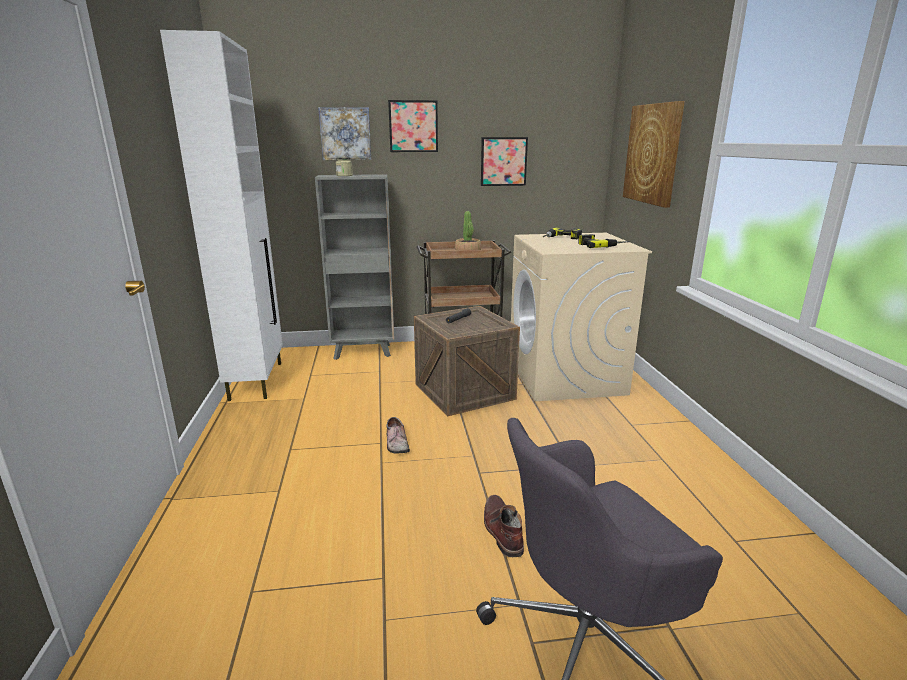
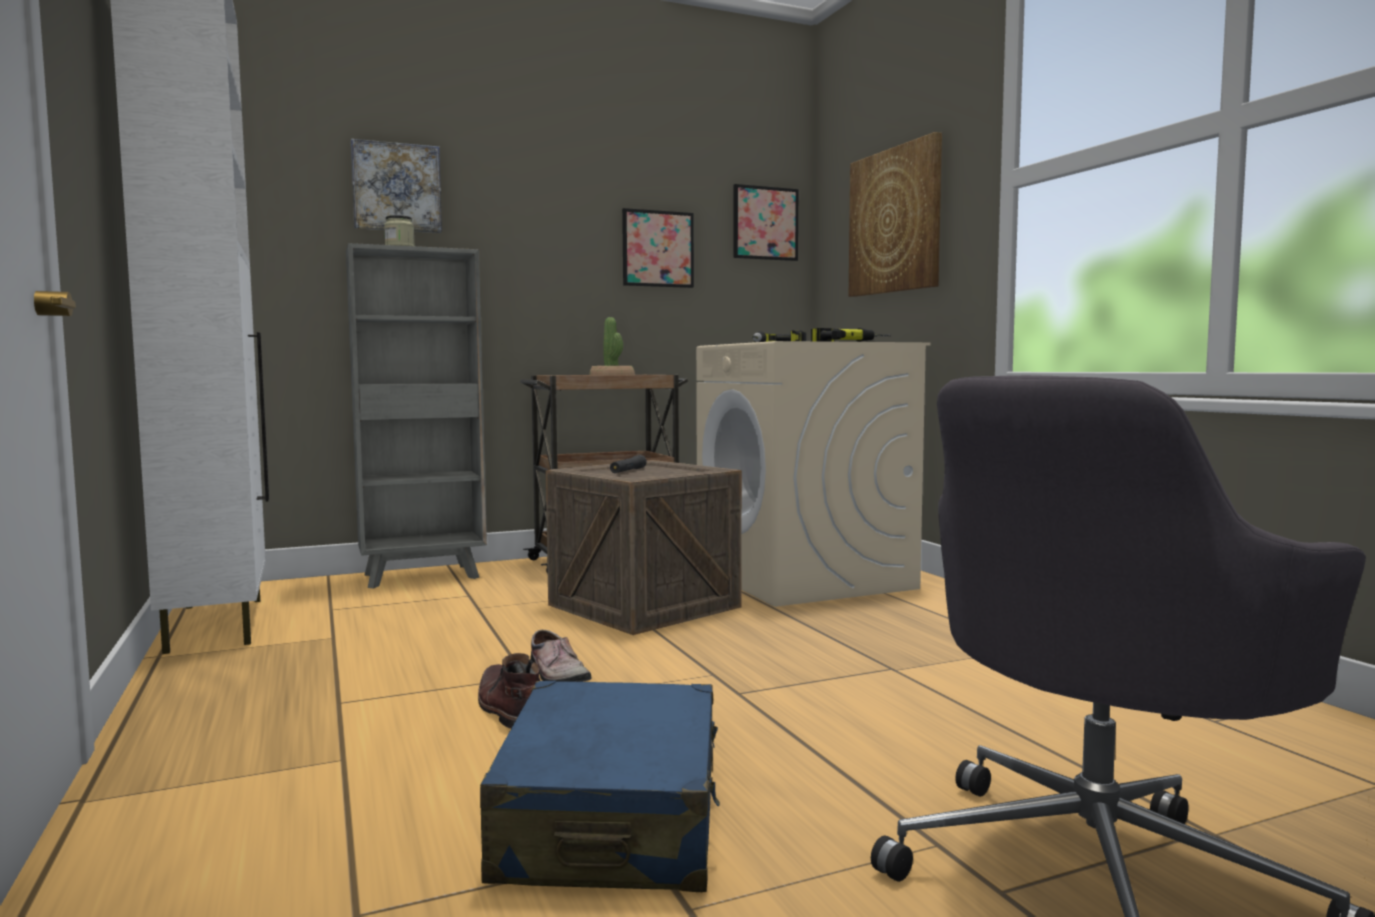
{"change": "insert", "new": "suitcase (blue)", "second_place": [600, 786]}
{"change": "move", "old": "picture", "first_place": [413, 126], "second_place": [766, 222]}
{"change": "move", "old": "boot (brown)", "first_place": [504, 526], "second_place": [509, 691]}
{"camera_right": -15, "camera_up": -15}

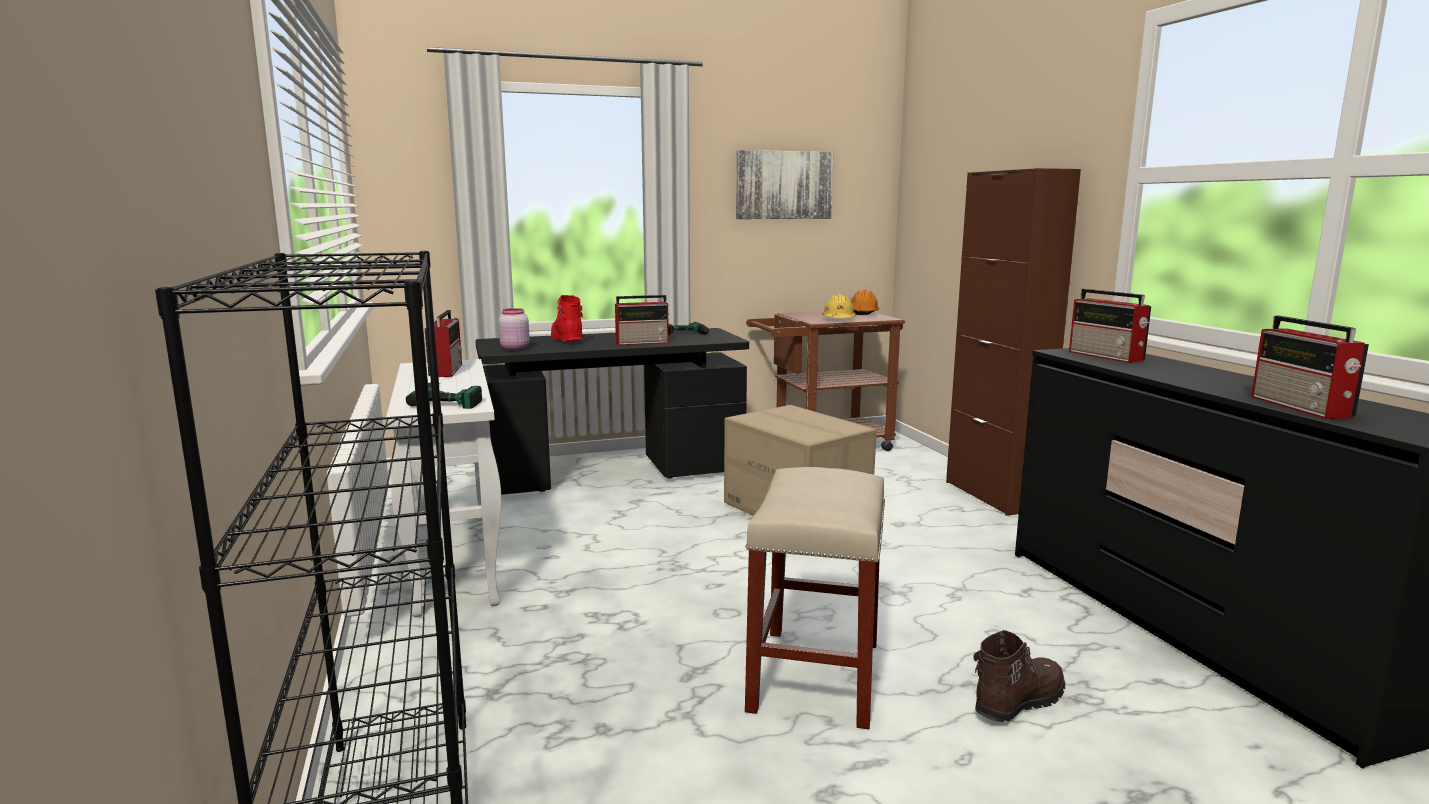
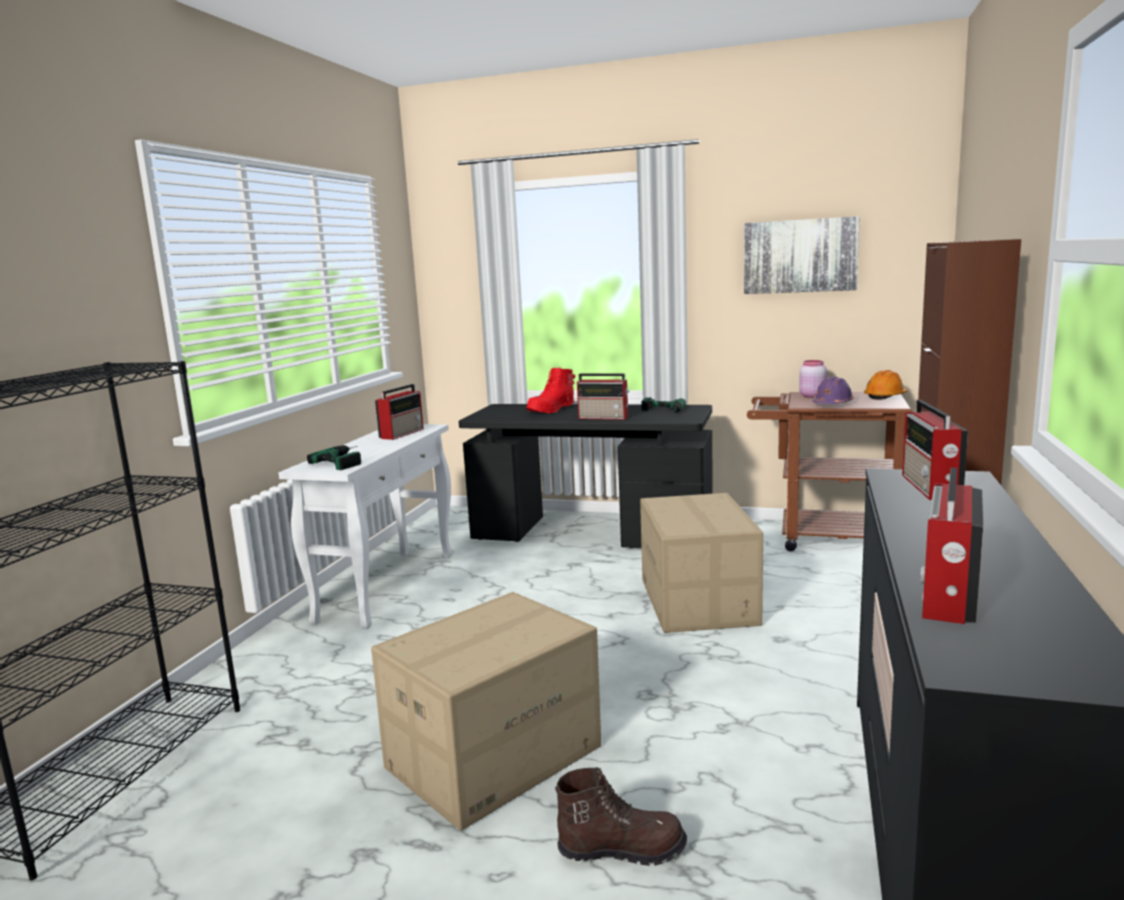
{"change": "move", "old": "jar (pink)", "first_place": [514, 329], "second_place": [813, 379]}
{"change": "replace", "old": "stool (beige)", "new": "cardboard box", "first_place": [815, 598], "second_place": [486, 711]}
{"change": "recolor", "old": "hard hat (yellow)", "new": "hard hat (purple)", "first_place": [839, 306], "second_place": [833, 390]}
{"change": "rotate", "old": "boot (red)", "first_place": [567, 318], "second_place": [550, 390], "degrees": -150}
{"camera_right": 35, "camera_up": 0}

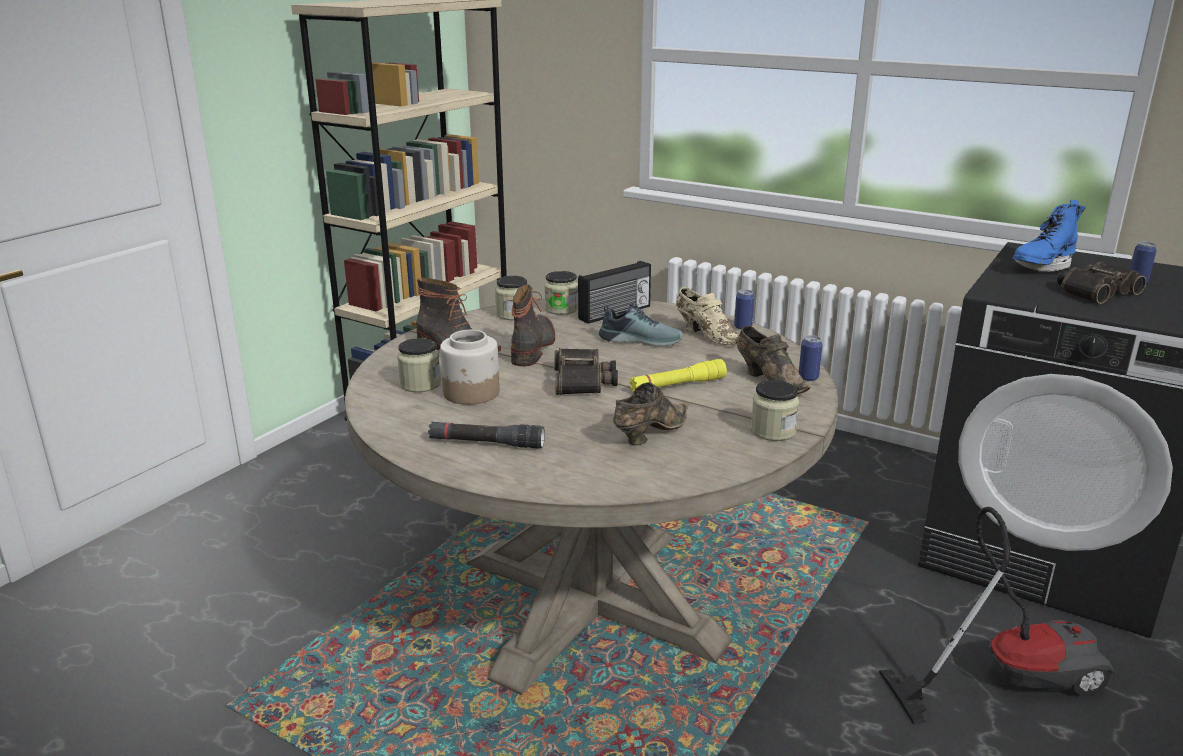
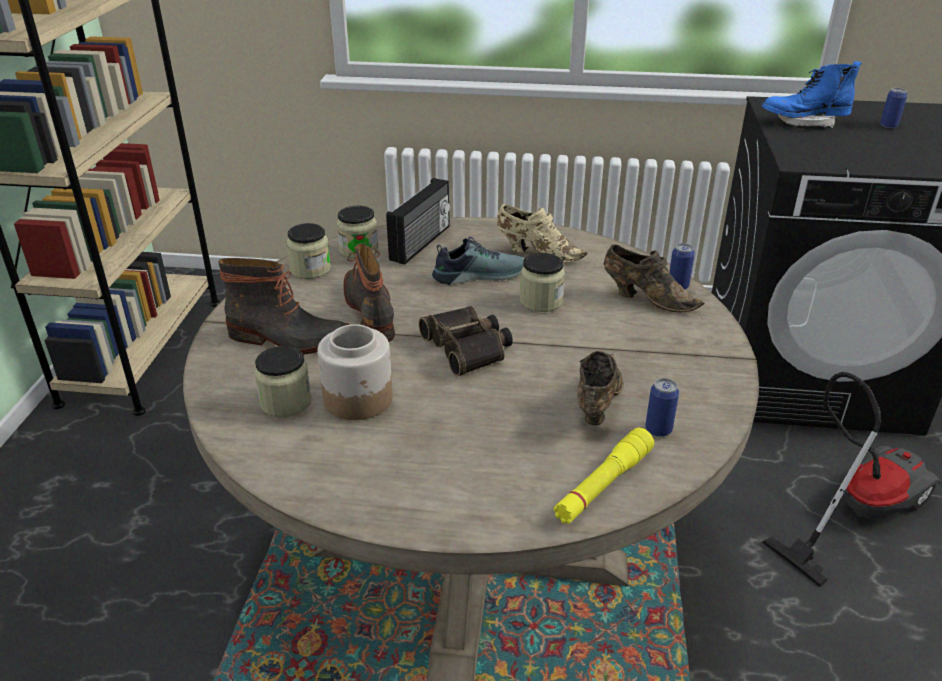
{"change": "delete", "old": "flashlight (black)", "first_place": [486, 435]}
{"change": "delete", "old": "binoculars", "first_place": [1101, 283]}
{"change": "move", "old": "flashlight (yellow)", "first_place": [678, 375], "second_place": [604, 476]}
{"change": "move", "old": "can", "first_place": [744, 309], "second_place": [662, 407]}
{"change": "move", "old": "jar", "first_place": [775, 410], "second_place": [542, 282]}
{"change": "rotate", "old": "boot (blue)", "first_place": [1049, 236], "second_place": [812, 94], "degrees": 60}
{"camera_right": -25, "camera_up": 10}

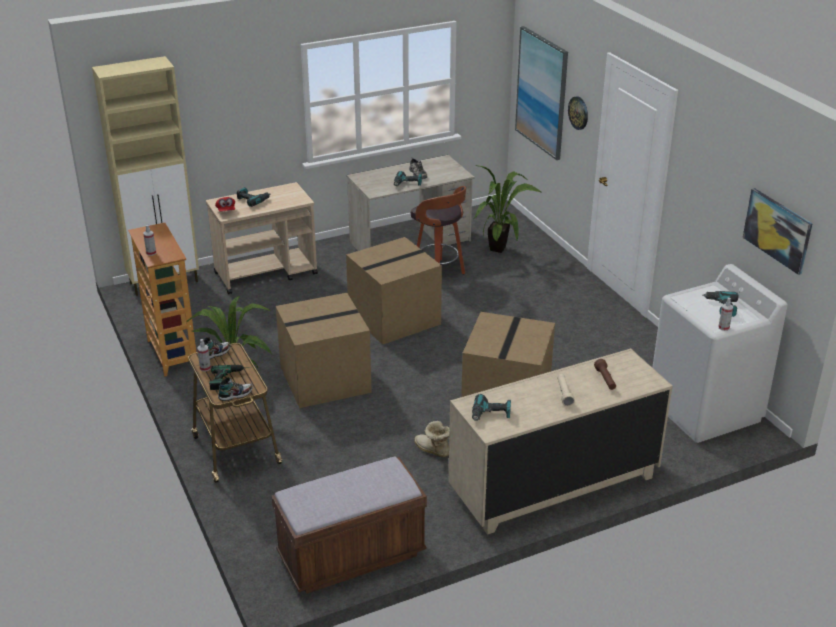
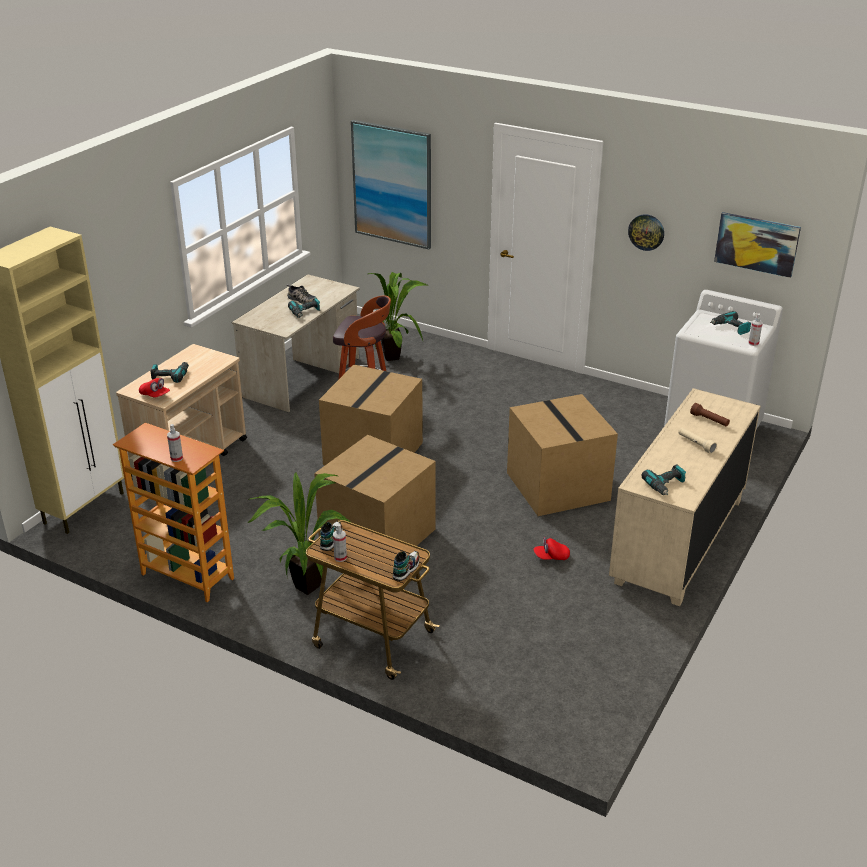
{"change": "delete", "old": "power drill", "first_place": [230, 377]}
{"change": "delete", "old": "bench (brown)", "first_place": [349, 525]}
{"change": "move", "old": "wall clock", "first_place": [578, 113], "second_place": [646, 232]}
{"change": "replace", "old": "boot", "new": "cap (red)", "first_place": [432, 439], "second_place": [552, 548]}
{"camera_right": -35, "camera_up": 0}

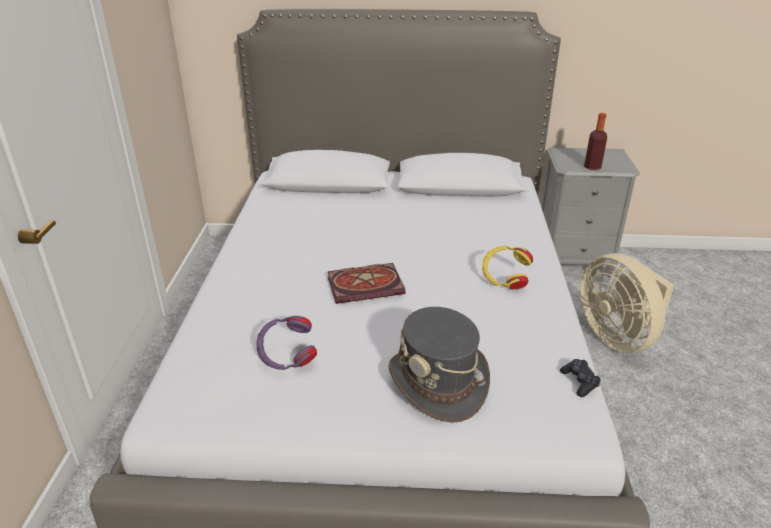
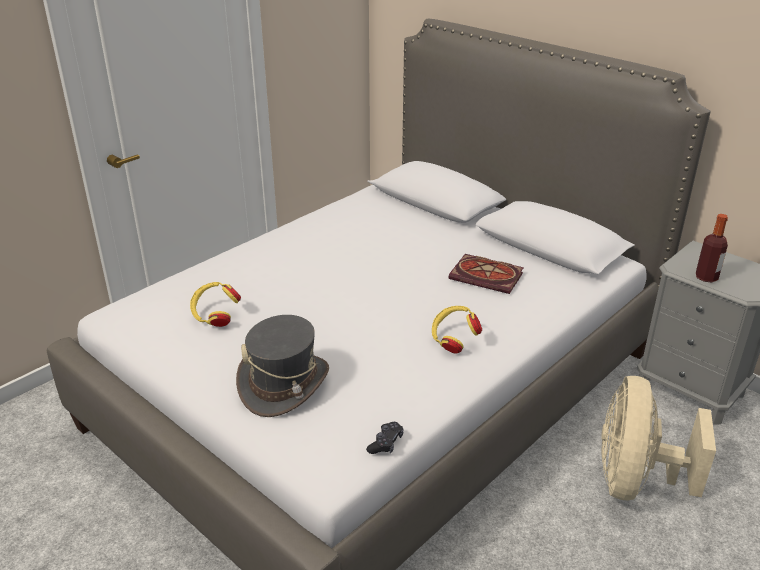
{"change": "move", "old": "book", "first_place": [366, 283], "second_place": [486, 274]}
{"change": "recolor", "old": "headphones (purple)", "new": "headphones (yellow)", "first_place": [286, 343], "second_place": [215, 304]}
{"camera_right": 40, "camera_up": 0}

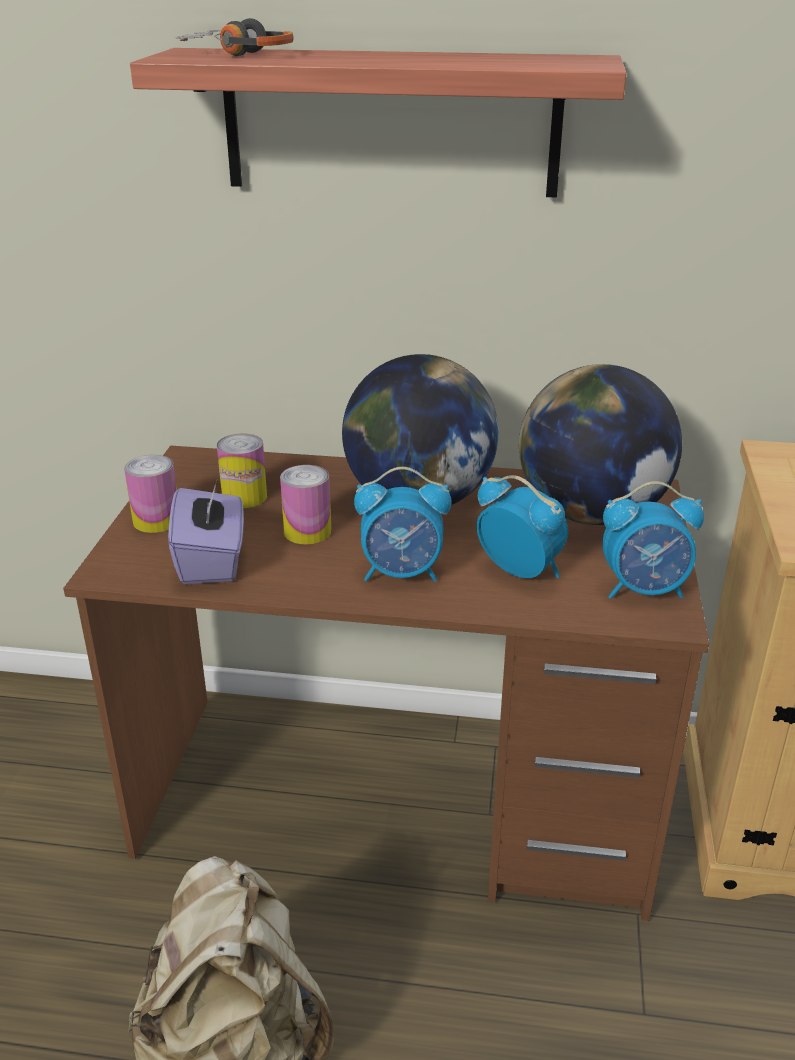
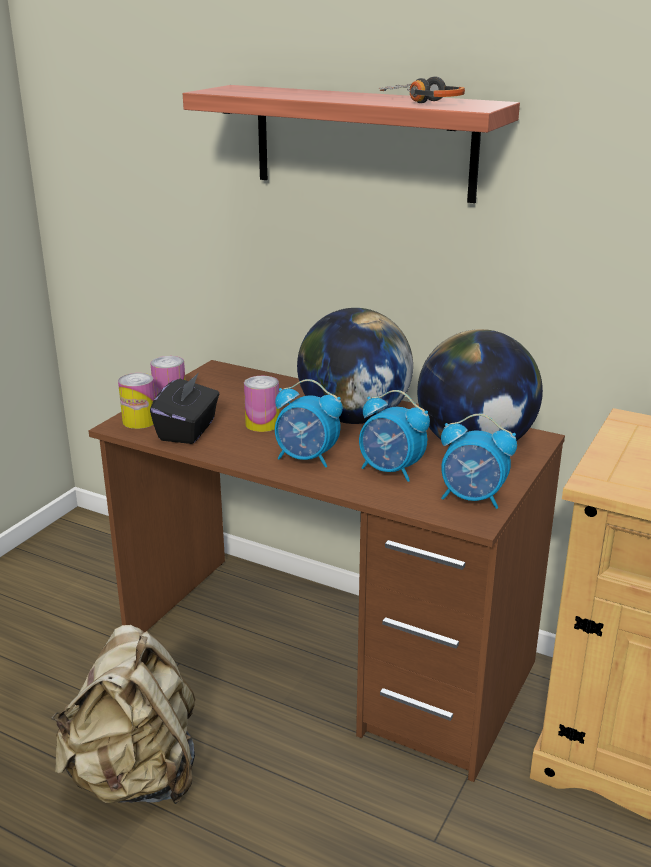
{"change": "move", "old": "headphones", "first_place": [235, 37], "second_place": [422, 89]}
{"change": "move", "old": "can", "first_place": [242, 470], "second_place": [136, 401]}
{"change": "recolor", "old": "tissue box (purple)", "new": "tissue box (black)", "first_place": [206, 531], "second_place": [184, 408]}
{"change": "rotate", "old": "alarm clock", "first_place": [522, 526], "second_place": [394, 436], "degrees": 150}
{"camera_right": 20, "camera_up": -5}

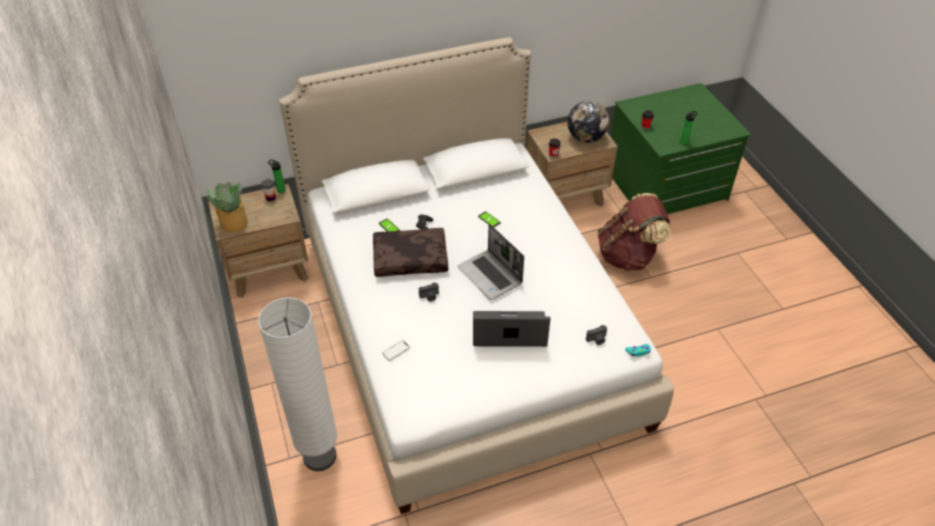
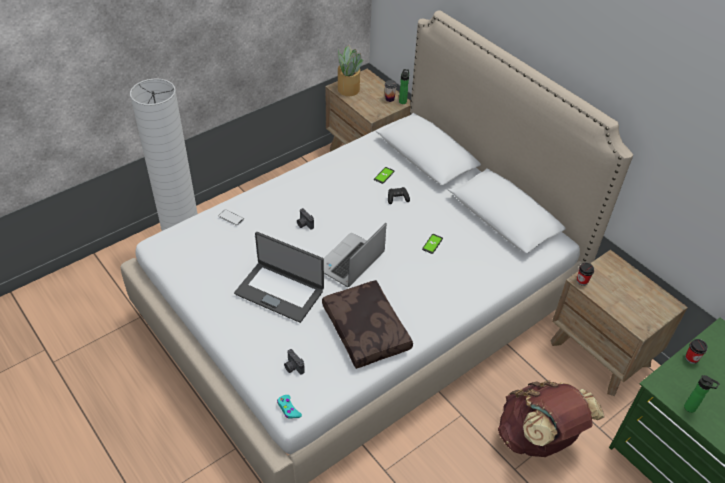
{"change": "delete", "old": "globe", "first_place": [588, 122]}
{"change": "move", "old": "pillow (brown)", "first_place": [410, 252], "second_place": [367, 324]}
{"change": "rotate", "old": "laptop", "first_place": [512, 329], "second_place": [279, 277], "degrees": 135}
{"camera_right": 70, "camera_up": 0}

